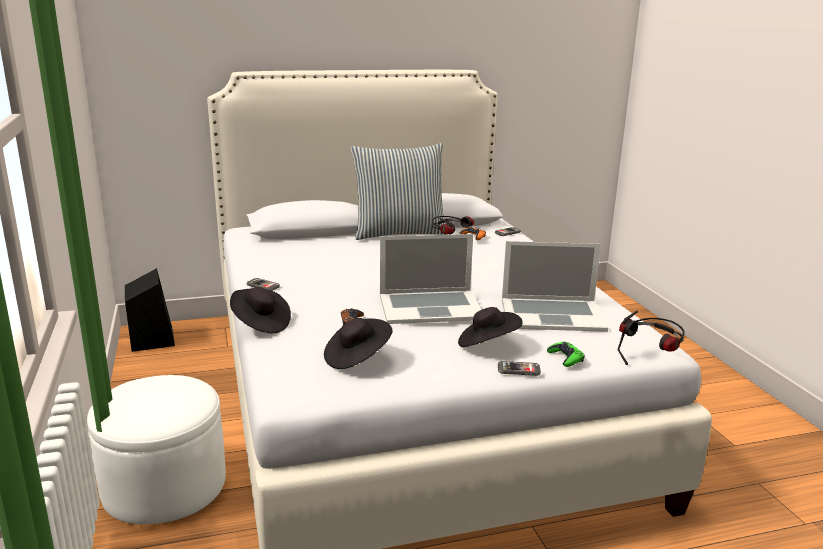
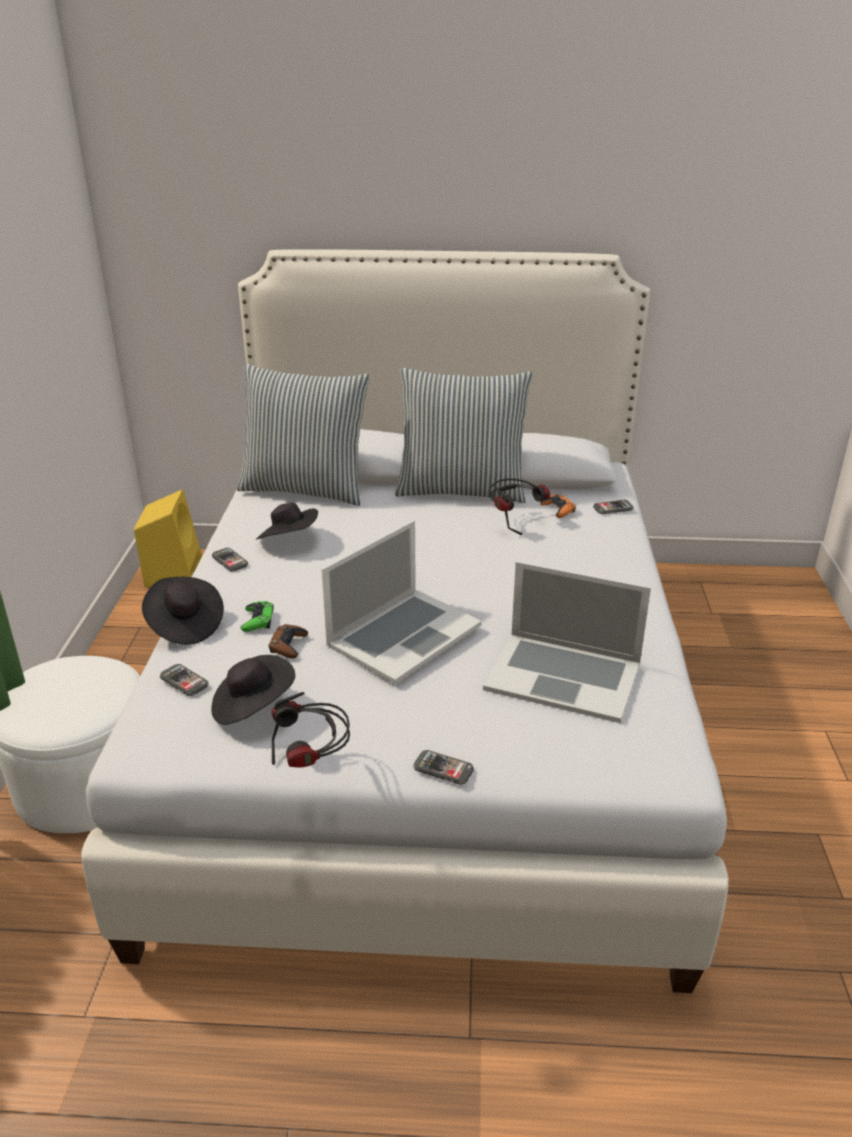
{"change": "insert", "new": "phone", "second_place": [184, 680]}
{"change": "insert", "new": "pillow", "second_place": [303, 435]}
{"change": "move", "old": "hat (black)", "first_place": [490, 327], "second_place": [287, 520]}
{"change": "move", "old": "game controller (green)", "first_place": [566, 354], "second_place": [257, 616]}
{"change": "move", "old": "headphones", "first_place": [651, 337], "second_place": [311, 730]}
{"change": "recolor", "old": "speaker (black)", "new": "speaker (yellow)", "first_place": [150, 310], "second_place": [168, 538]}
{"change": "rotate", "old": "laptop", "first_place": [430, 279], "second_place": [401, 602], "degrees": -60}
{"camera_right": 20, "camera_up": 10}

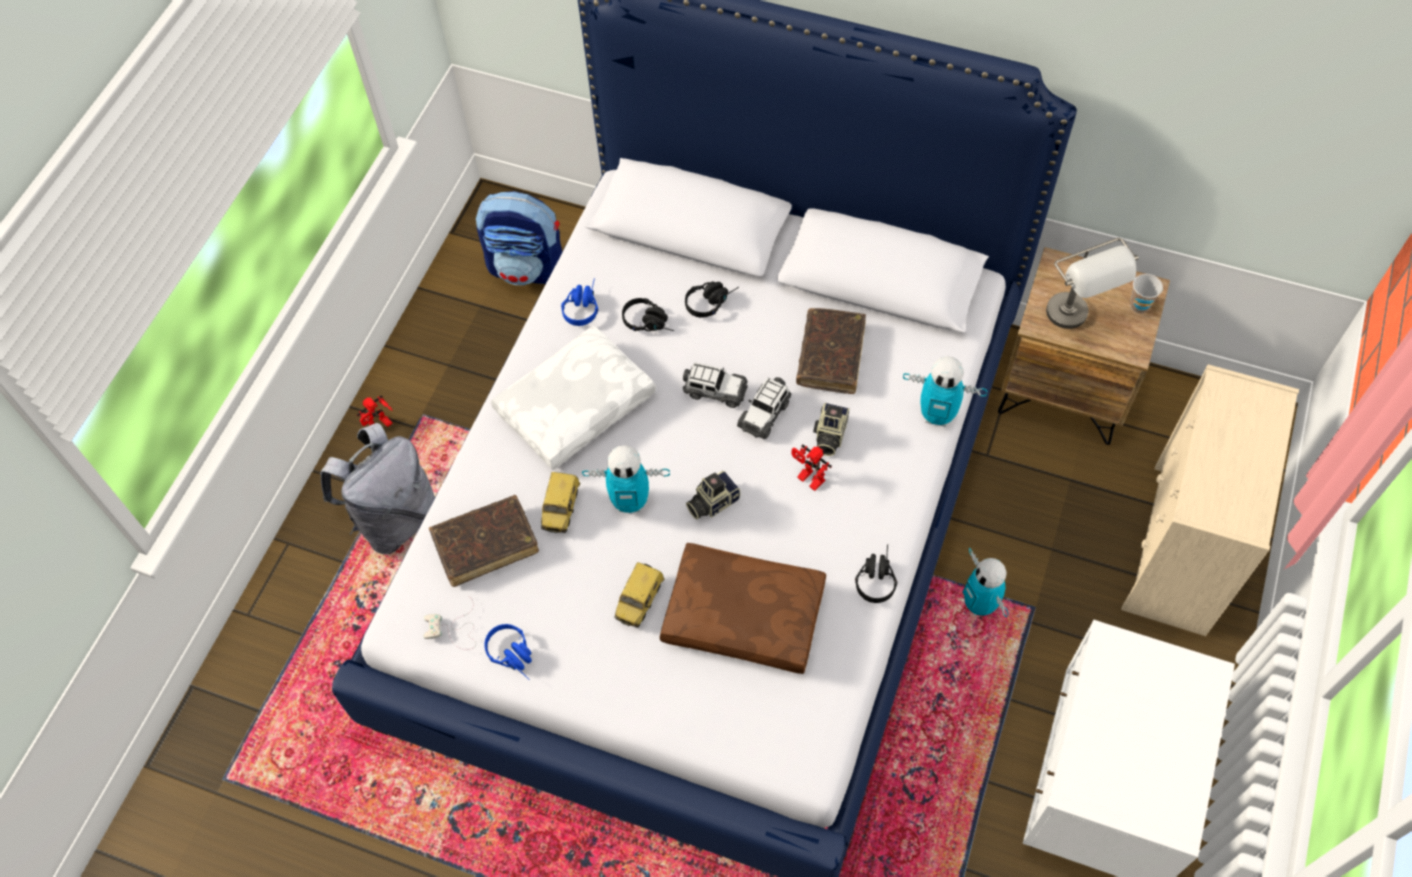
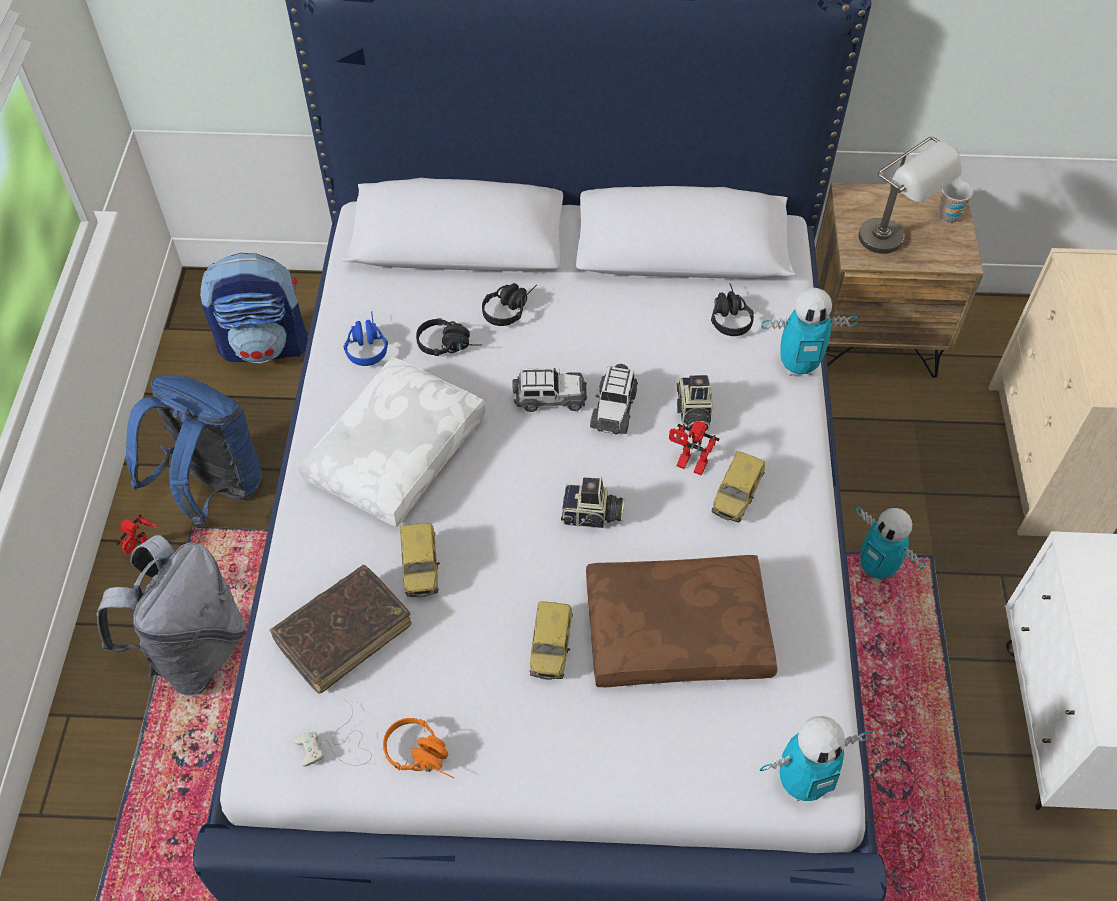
{"change": "delete", "old": "book (brown)", "first_place": [831, 351]}
{"change": "insert", "new": "backpack (blue)", "second_place": [194, 450]}
{"change": "insert", "new": "toy car", "second_place": [738, 487]}
{"change": "move", "old": "toy robot", "first_place": [626, 479], "second_place": [815, 758]}
{"change": "move", "old": "headphones (black)", "first_place": [876, 573], "second_place": [732, 310]}
{"change": "recolor", "old": "headphones (blue)", "new": "headphones (orange)", "first_place": [508, 652], "second_place": [418, 748]}
{"change": "rotate", "old": "photo camera", "first_place": [713, 495], "second_place": [592, 502], "degrees": -120}
{"camera_right": -20, "camera_up": -5}

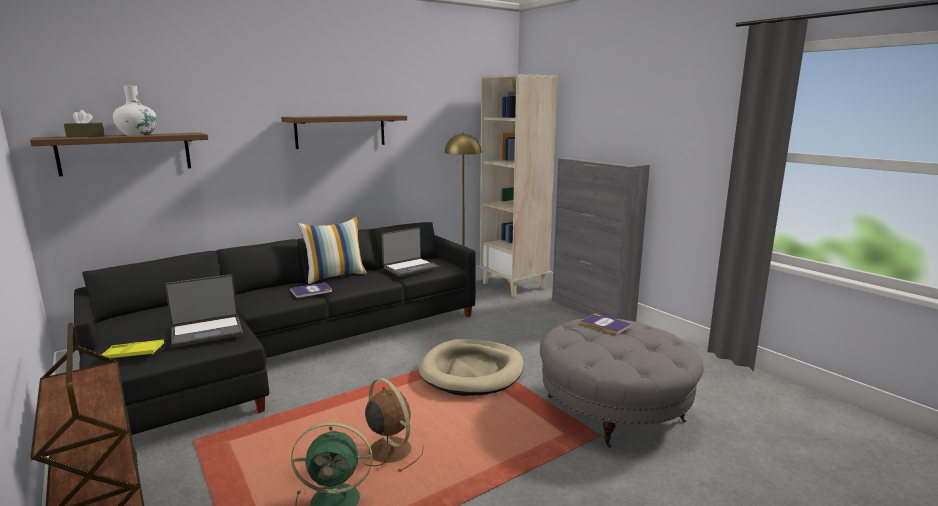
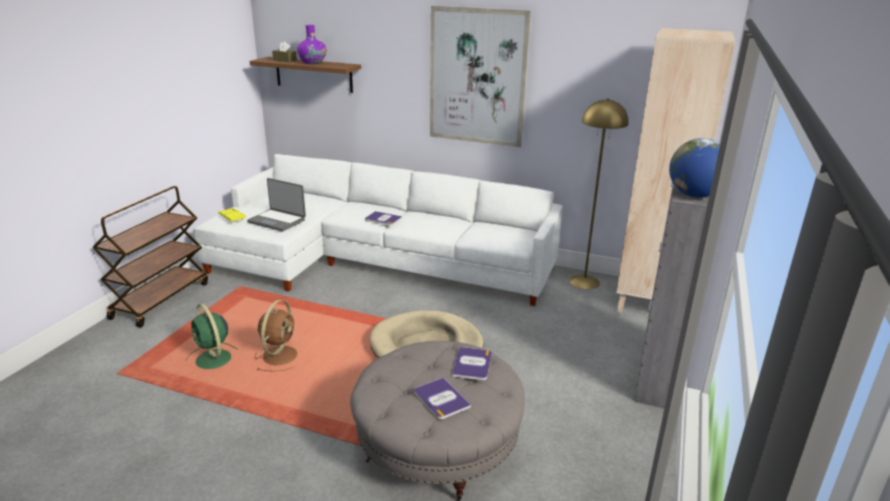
{"change": "delete", "old": "pillow", "first_place": [332, 250]}
{"change": "delete", "old": "laptop", "first_place": [410, 252]}
{"change": "insert", "new": "book", "second_place": [442, 399]}
{"change": "insert", "new": "globe", "second_place": [694, 168]}
{"change": "replace", "old": "shelf (brown)", "new": "picture", "first_place": [344, 132], "second_place": [480, 76]}
{"change": "recolor", "old": "sofa (black)", "new": "sofa (white)", "first_place": [275, 328], "second_place": [378, 230]}
{"change": "recolor", "old": "vase (white)", "new": "vase (purple)", "first_place": [135, 111], "second_place": [311, 44]}
{"camera_right": 55, "camera_up": 10}

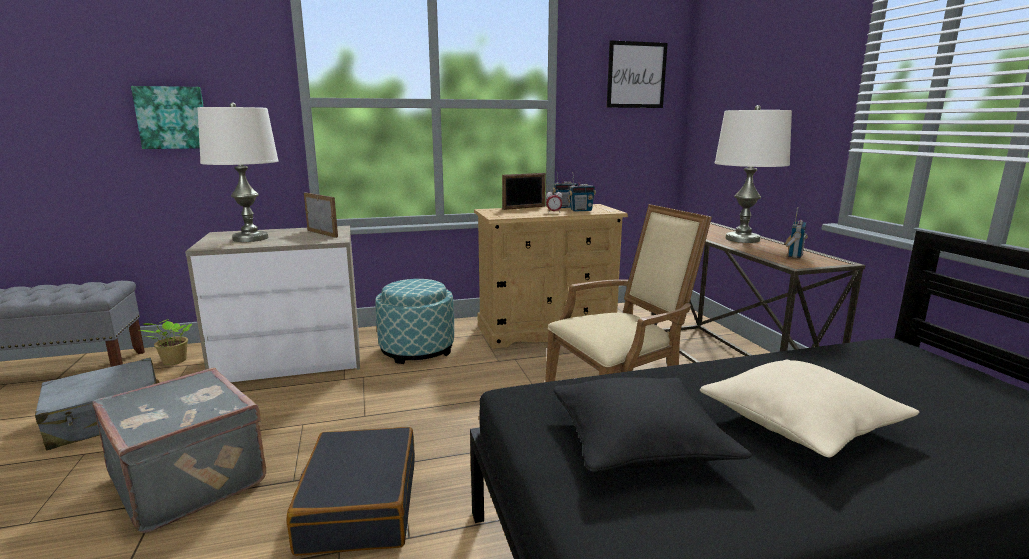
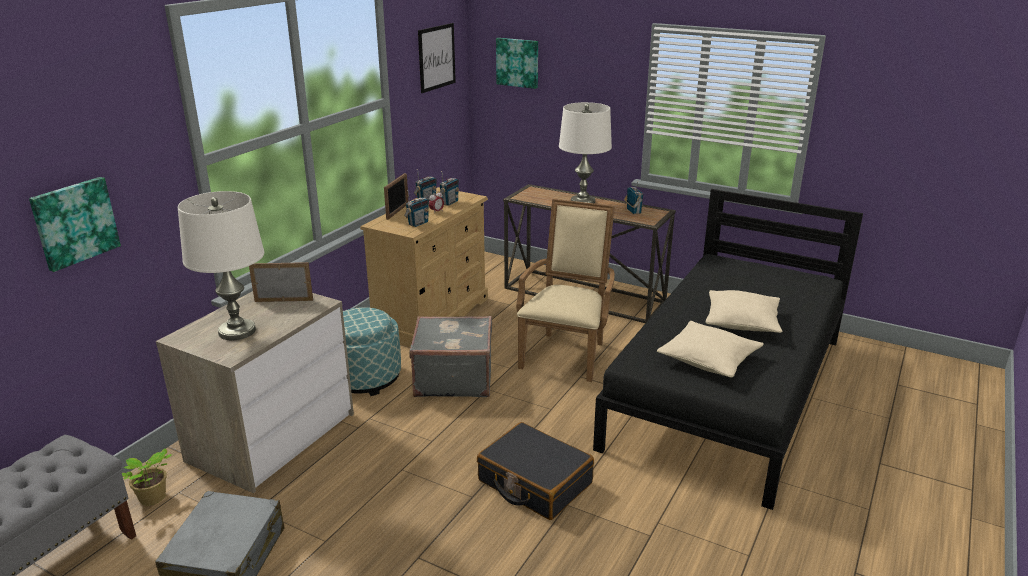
{"change": "insert", "new": "radio", "second_place": [416, 208]}
{"change": "insert", "new": "picture", "second_place": [517, 63]}
{"change": "move", "old": "suitcase (grey)", "first_place": [179, 450], "second_place": [450, 356]}
{"change": "recolor", "old": "pillow (black)", "new": "pillow (beige)", "first_place": [652, 425], "second_place": [710, 349]}
{"camera_right": -45, "camera_up": 10}

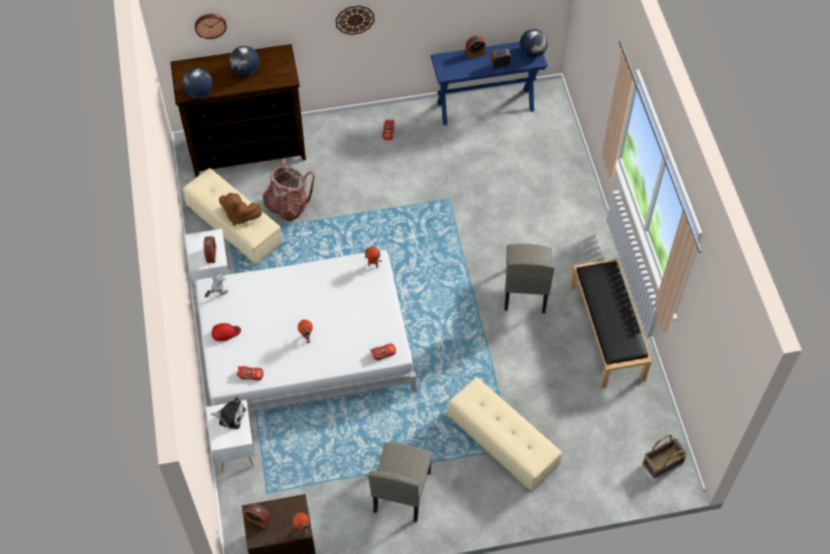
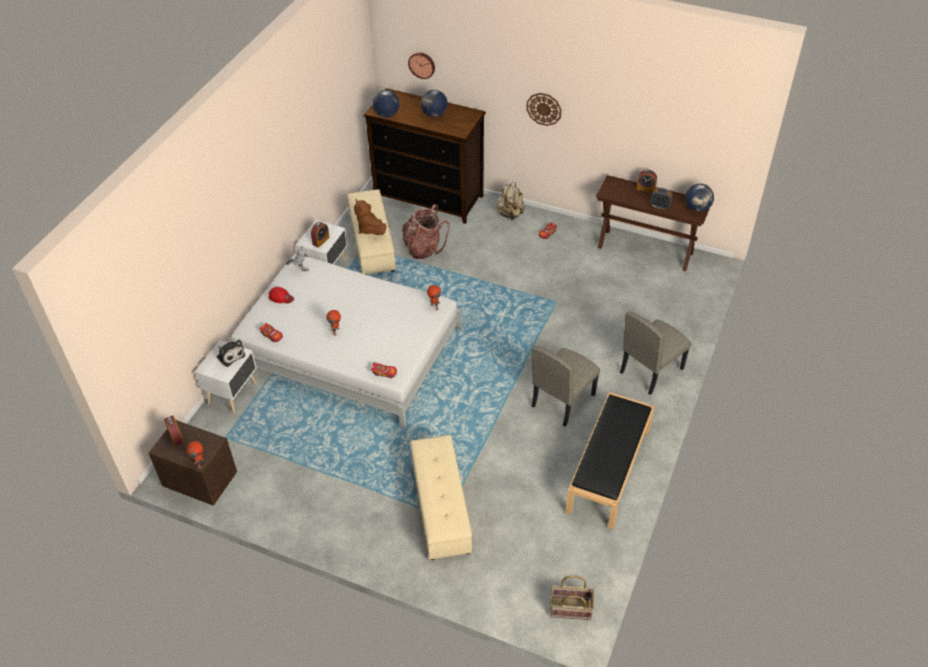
{"change": "insert", "new": "backpack (beige)", "second_place": [511, 201]}
{"change": "move", "old": "chair (beige)", "first_place": [400, 482], "second_place": [655, 353]}
{"change": "recolor", "old": "console table (blue)", "new": "console table (brown)", "first_place": [489, 83], "second_place": [653, 223]}
{"camera_right": 35, "camera_up": -10}

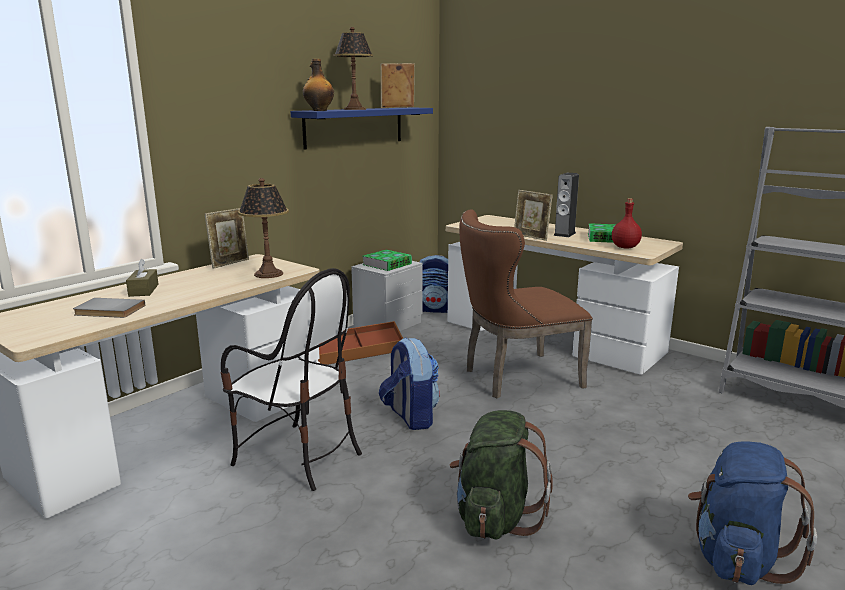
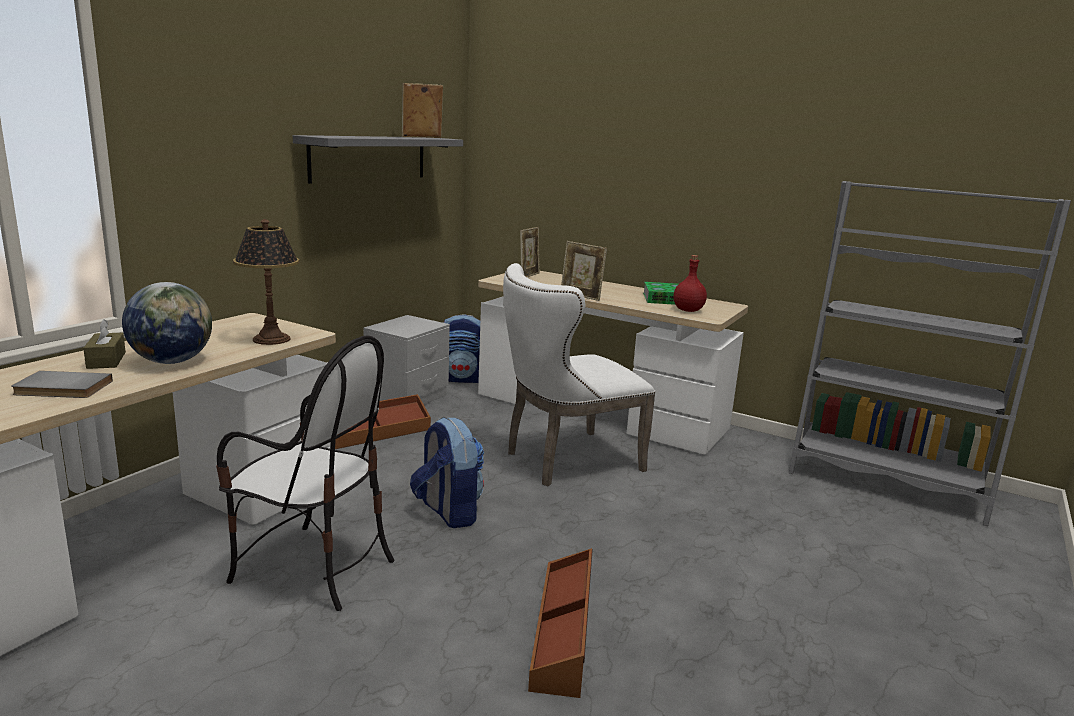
{"change": "delete", "old": "bottle", "first_place": [318, 85]}
{"change": "delete", "old": "table lamp", "first_place": [353, 68]}
{"change": "delete", "old": "book", "first_place": [387, 260]}
{"change": "delete", "old": "speaker", "first_place": [566, 205]}
{"change": "delete", "old": "backpack (blue)", "first_place": [752, 513]}
{"change": "insert", "new": "globe", "second_place": [167, 323]}
{"change": "move", "old": "picture frame", "first_place": [227, 238], "second_place": [530, 252]}
{"change": "replace", "old": "backpack (green)", "new": "storage box (brown)", "first_place": [501, 475], "second_place": [560, 623]}
{"change": "recolor", "old": "shelf (blue)", "new": "shelf (grey)", "first_place": [361, 129], "second_place": [378, 159]}
{"change": "recolor", "old": "chair (brown)", "new": "chair (white)", "first_place": [526, 303], "second_place": [579, 374]}
{"camera_right": -10, "camera_up": 0}

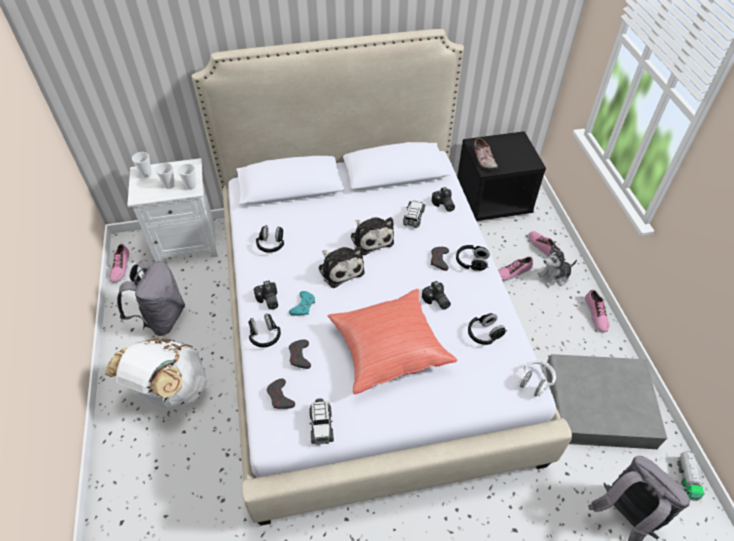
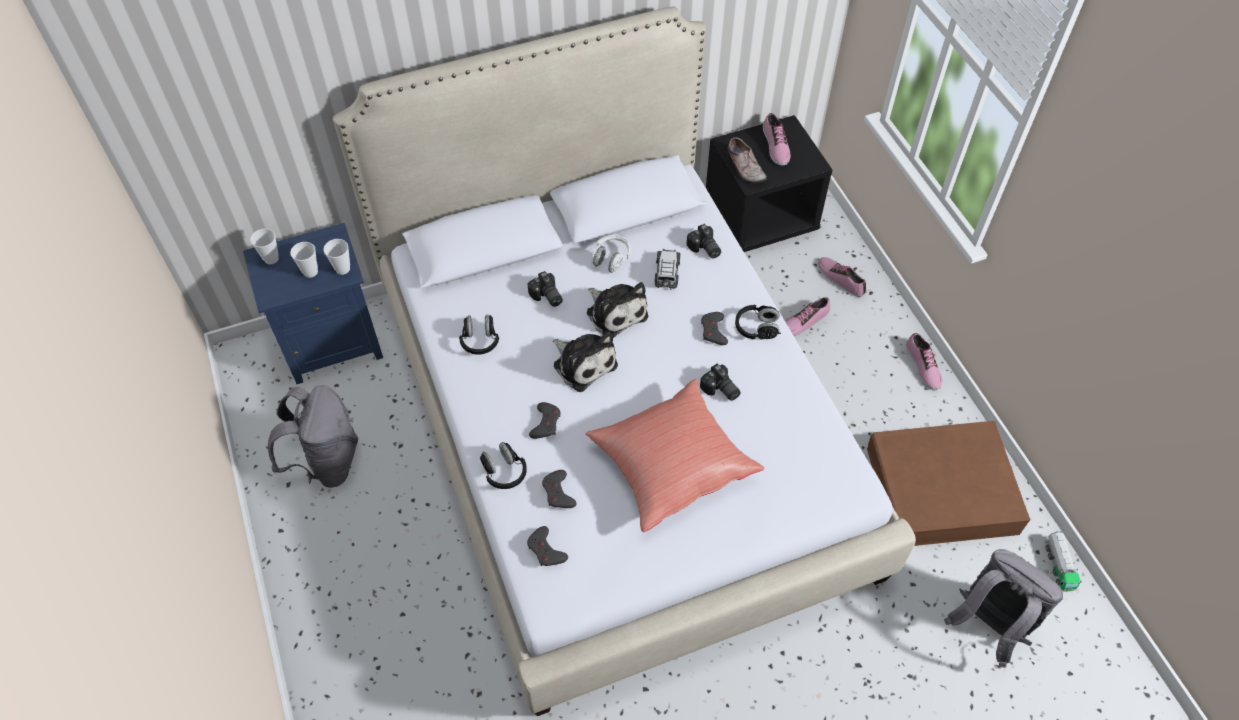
{"change": "delete", "old": "backpack (white)", "first_place": [156, 373]}
{"change": "delete", "old": "toy car", "first_place": [321, 421]}
{"change": "delete", "old": "headphones (black)", "first_place": [487, 329]}
{"change": "delete", "old": "plush toy", "first_place": [557, 266]}
{"change": "move", "old": "shoe", "first_place": [119, 263], "second_place": [777, 139]}
{"change": "move", "old": "photo camera", "first_place": [266, 295], "second_place": [545, 289]}
{"change": "move", "old": "headphones (white)", "first_place": [537, 378], "second_place": [611, 254]}
{"change": "recolor", "old": "nightstand (white)", "new": "nightstand (blue)", "first_place": [172, 209], "second_place": [313, 303]}
{"change": "recolor", "old": "game controller (turquoise)", "new": "game controller (grey)", "first_place": [302, 303], "second_place": [545, 420]}
{"change": "recolor", "old": "storage box (grey)", "new": "storage box (brown)", "first_place": [606, 401], "second_place": [949, 483]}
{"camera_right": -10, "camera_up": 5}

